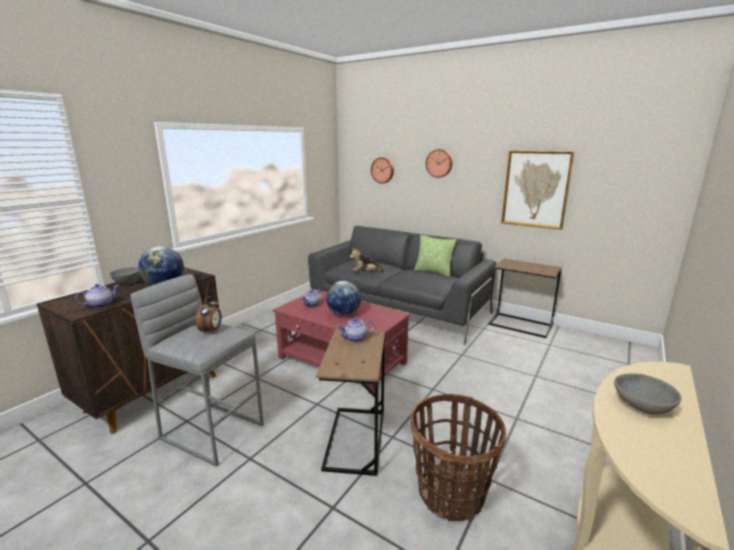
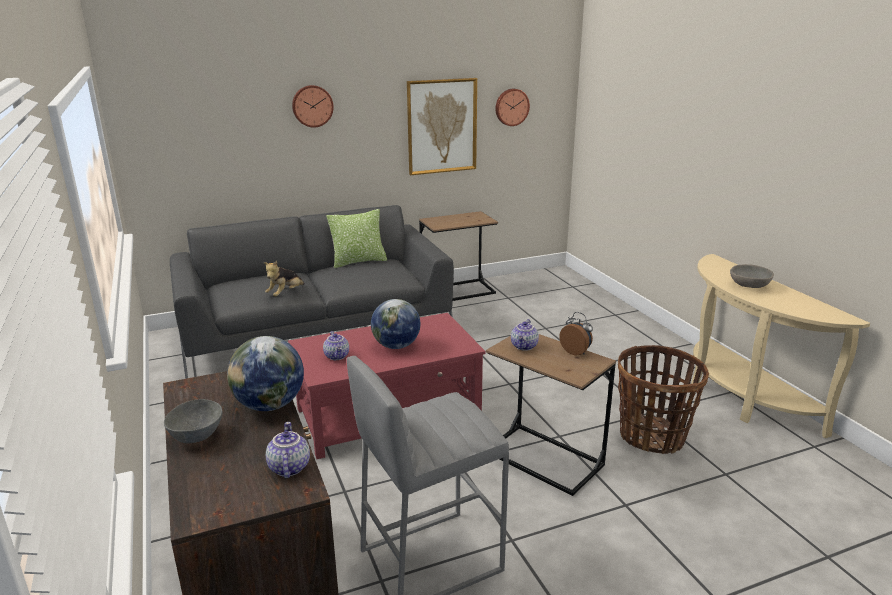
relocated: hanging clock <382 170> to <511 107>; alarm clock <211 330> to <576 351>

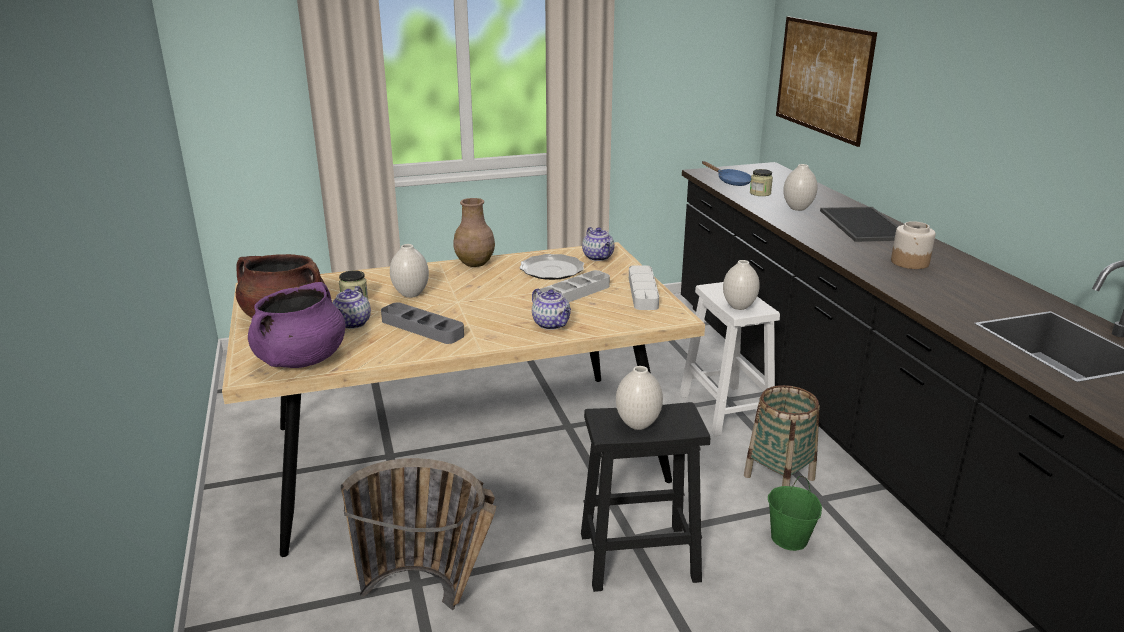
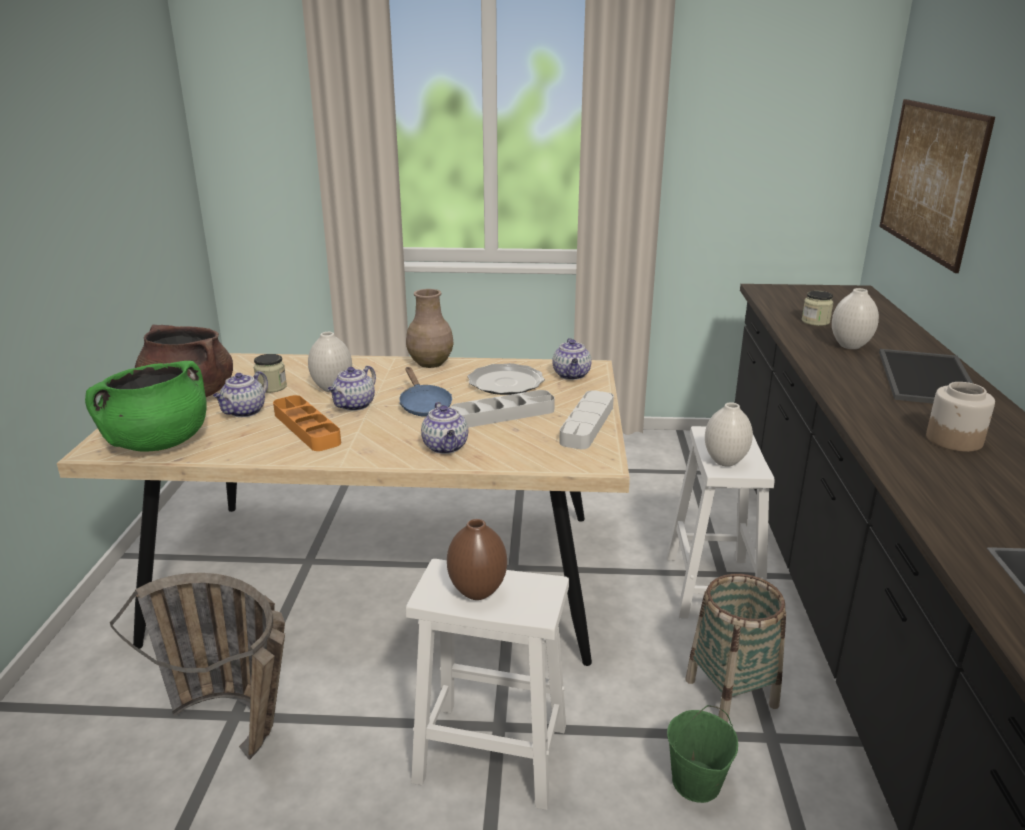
appeared: tea pot <354 405>
relocated: bluish skillet <730 181> to <424 406>
colour: purplish saucepot <301 360> to green saucepot <158 443>; gray carrying tray <422 328> to orangey carrying tray <306 428>; black stool <636 557> to white-coloured stool <488 753>; white-coloured vase <637 424> to brownish vase <477 591>

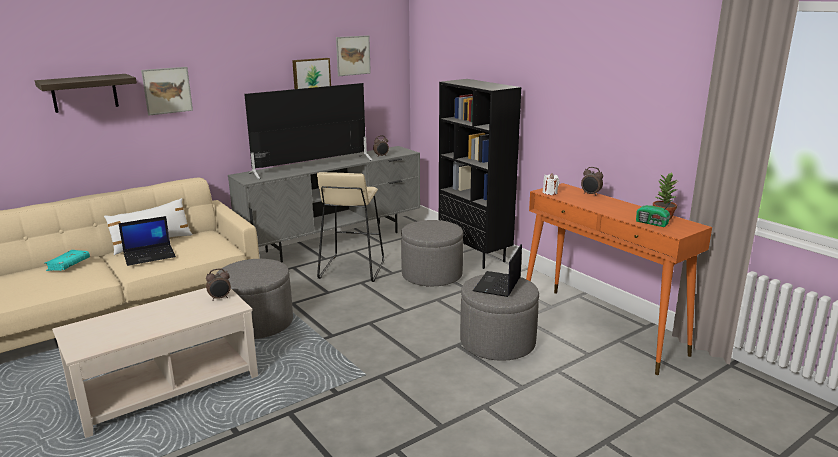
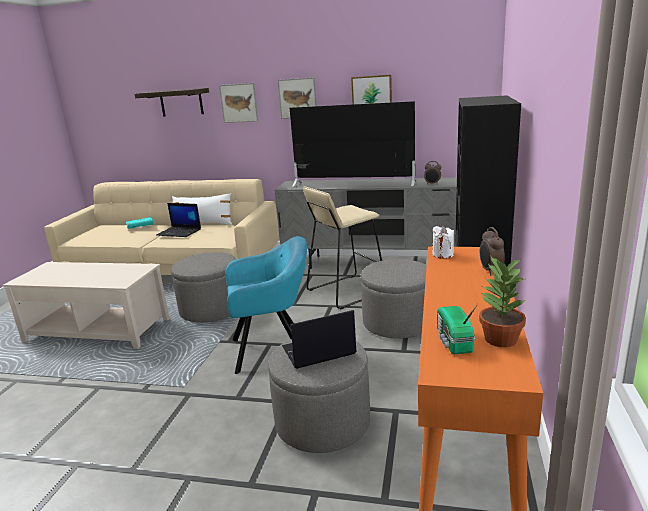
missing: alarm clock <220 298>
appeared: blue-green armchair <272 349>
relocated: wall art <353 55> to <297 98>

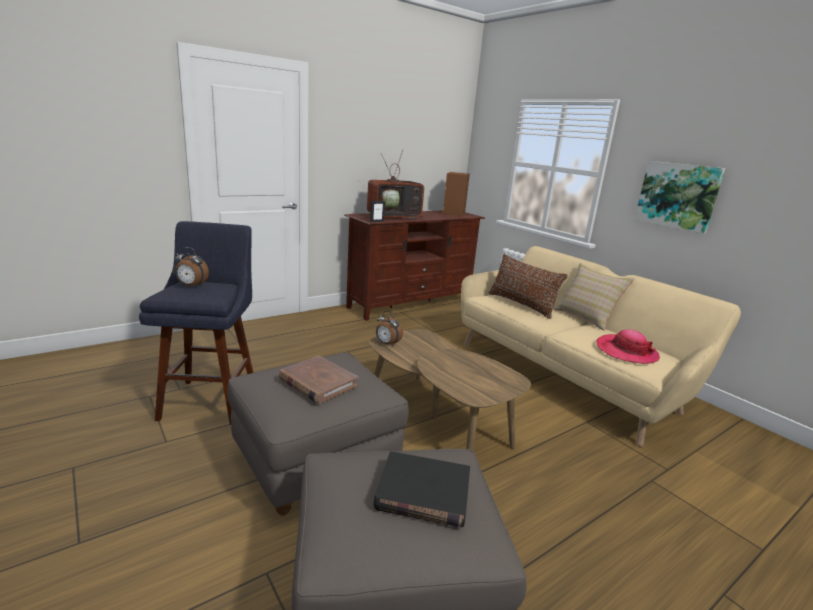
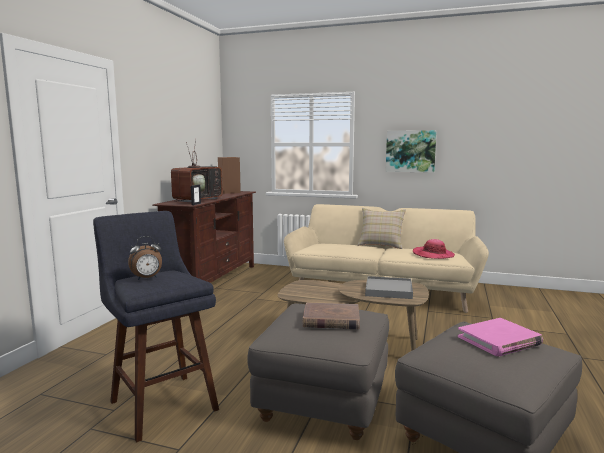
missing: alarm clock <387 344>; brownish throw pillow <521 304>
appeared: gray carrying tray <389 290>
colour: black bound book <423 493> to pink-coloured bound book <499 340>

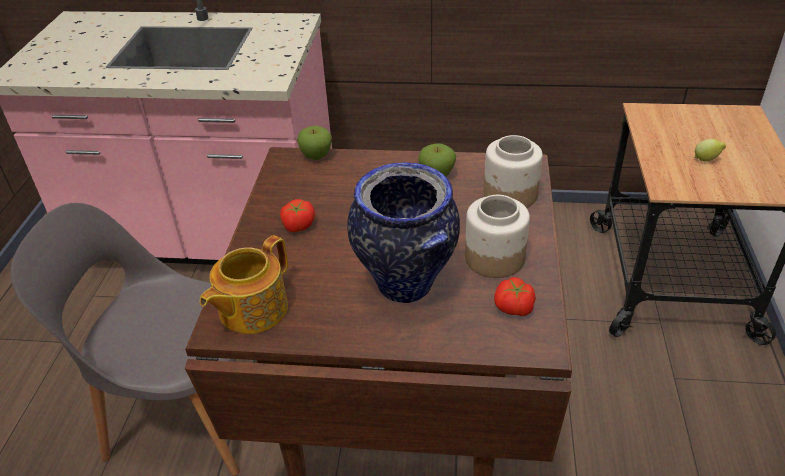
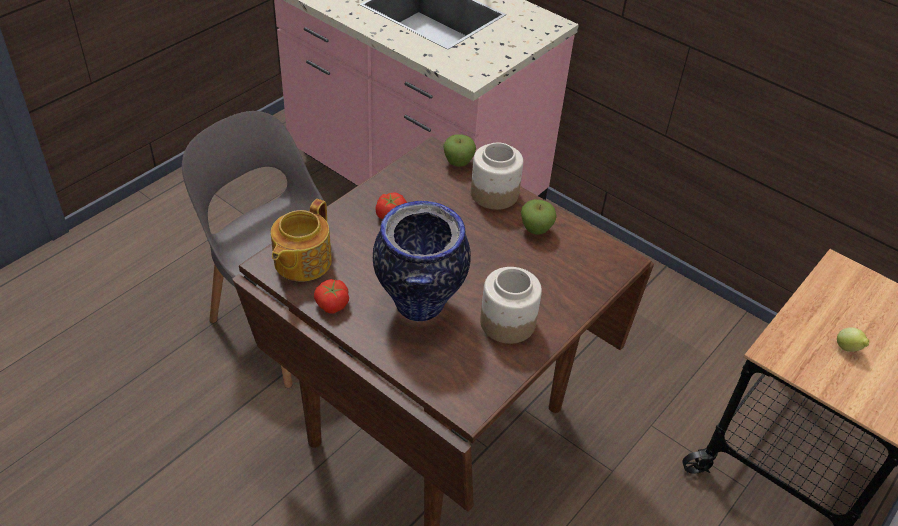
relocated: whole tomato <513 307> to <331 304>; preserve jar <510 195> to <494 194>
spun: tea pot <251 310> = <301 262> 45 degrees counterclockwise

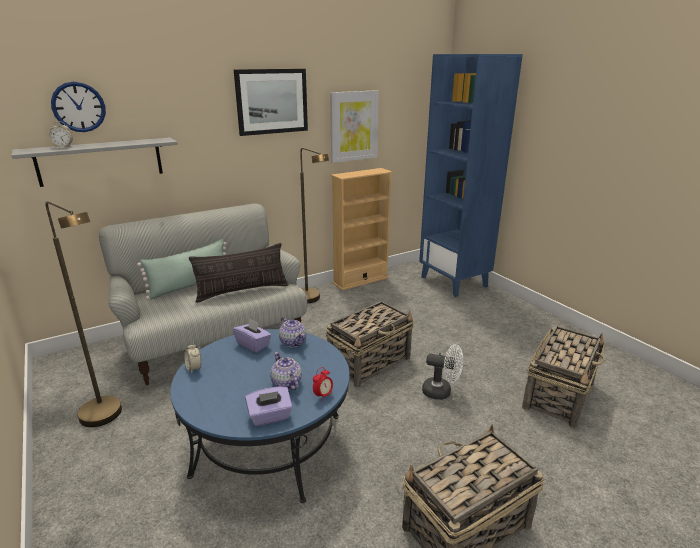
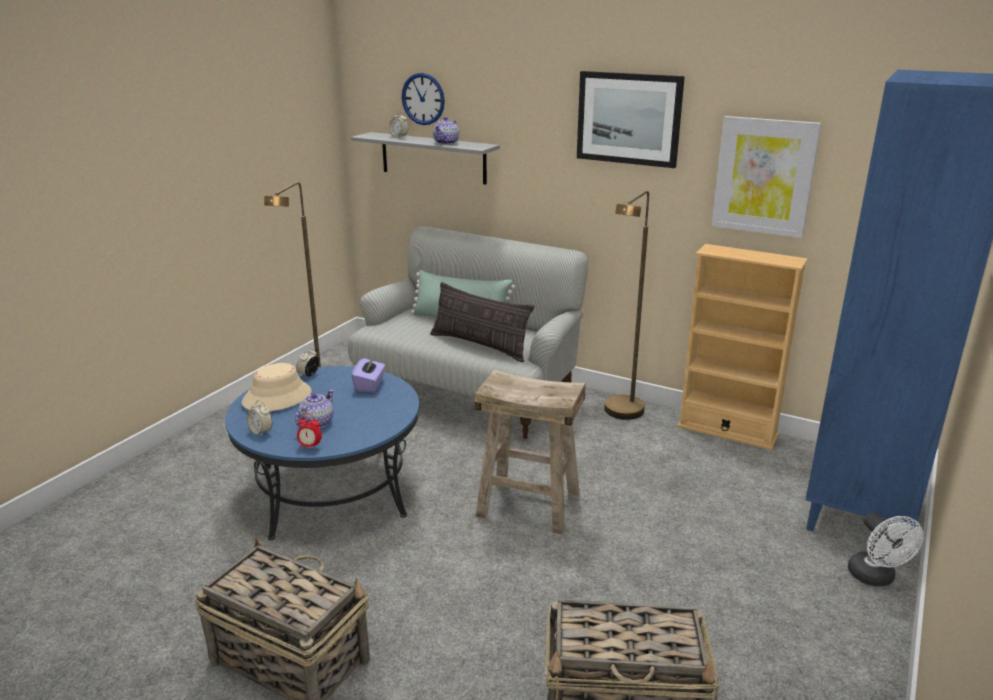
appeared: beige-coloured wearable hat <277 397>
relocated: tea pot <293 342> to <446 143>; white-coloured fan <441 392> to <875 578>
exchanged: purplish tissue holder <270 416> to alarm clock <261 432>; household basket <370 362> to beige-coloured stool <529 505>

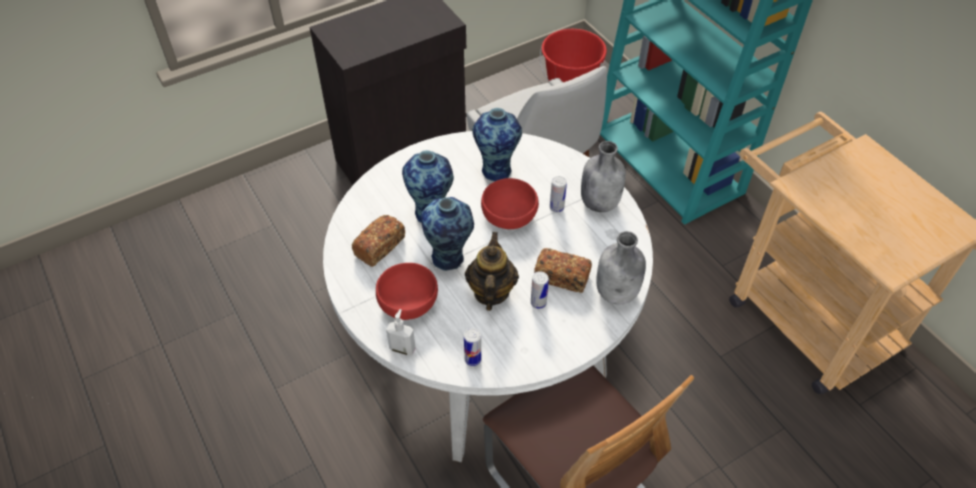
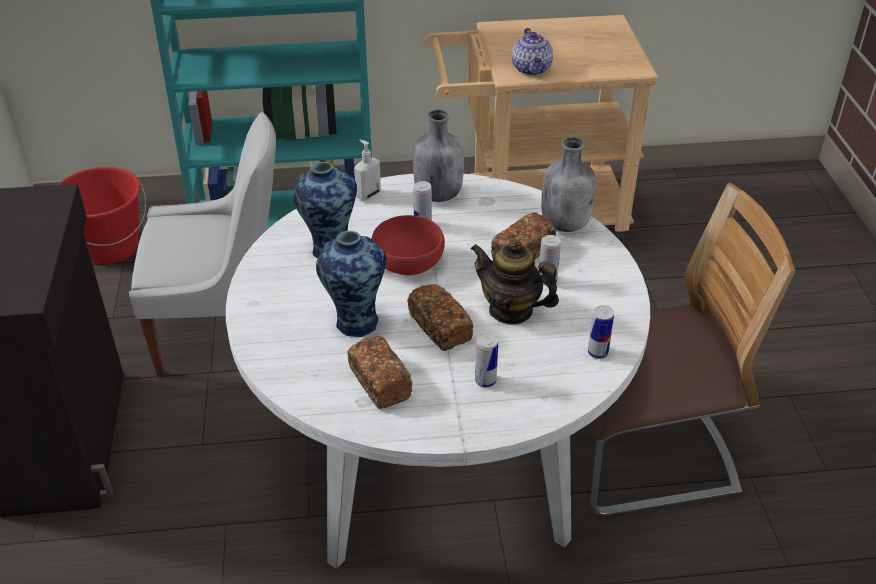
appeared: tea pot <531 69>
relocated: soap dispenser <402 348> to <368 194>
exchanged: vase <449 258> to bakery bread <440 328>; reddish serving bowl <409 302> to sealed can <485 381>

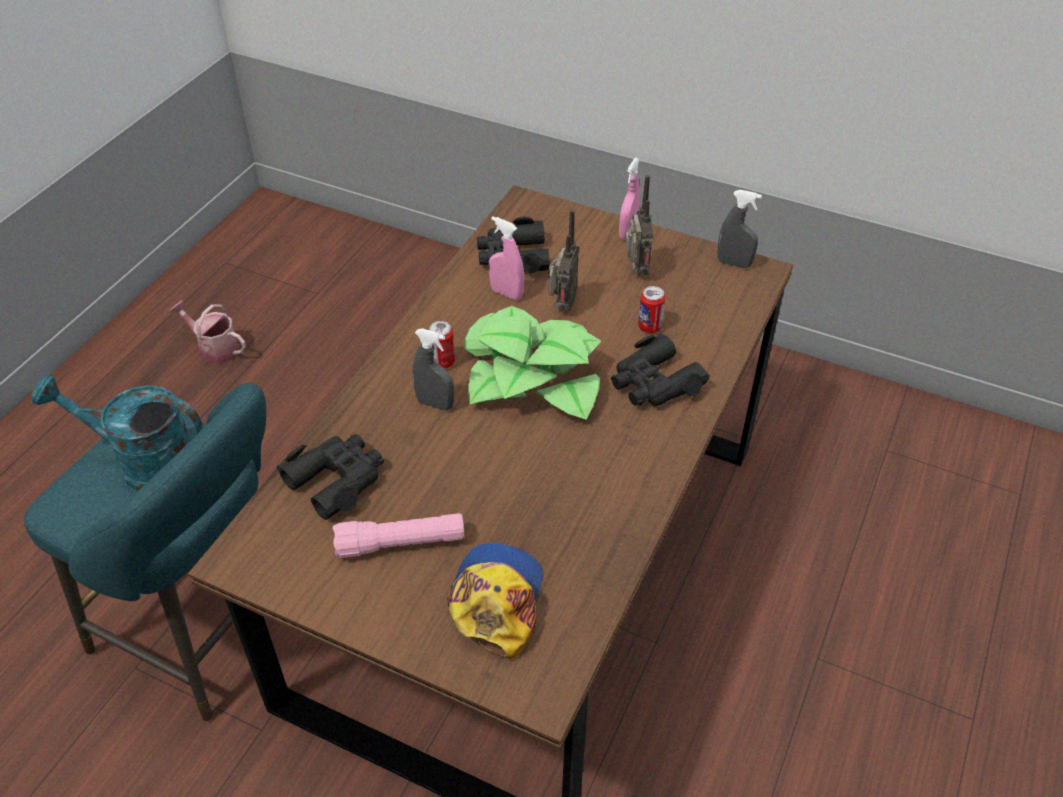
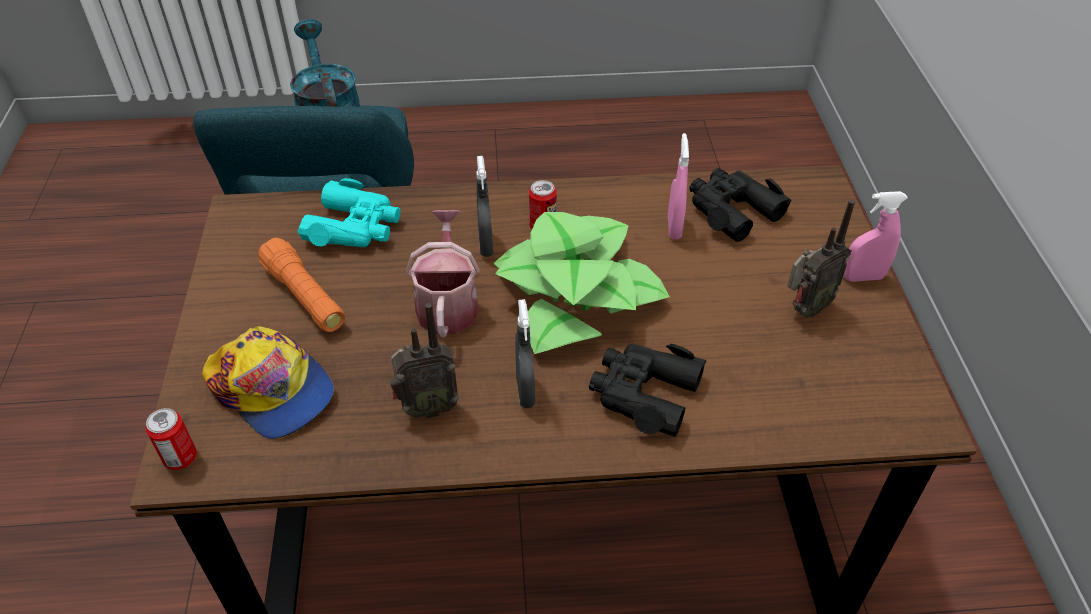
relocated: sealed can <649 327> to <180 458>; radio receiver <561 306> to <427 407>; watering pot <215 348> to <447 303>; gray sprayer <734 263> to <525 392>
colour: pink-coloured torch <401 544> to orangey torch <305 297>; black binoculars <337 479> to blue-green binoculars <354 227>
spun: cap <497 601> = <272 389> 60 degrees clockwise

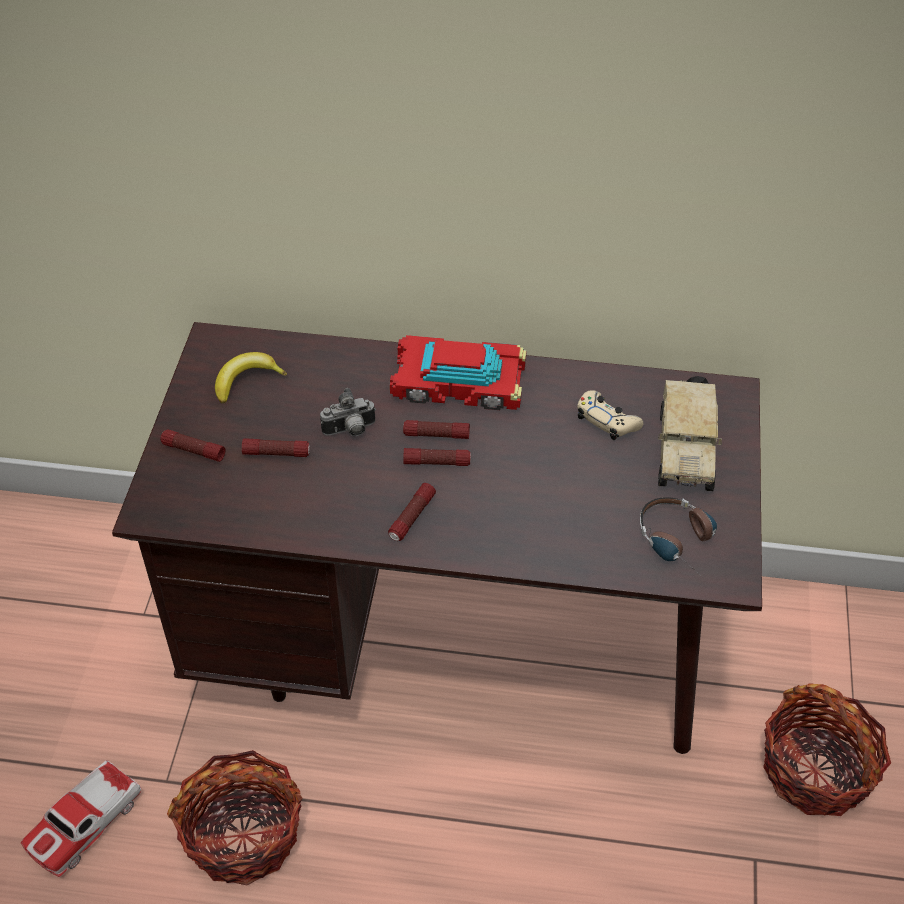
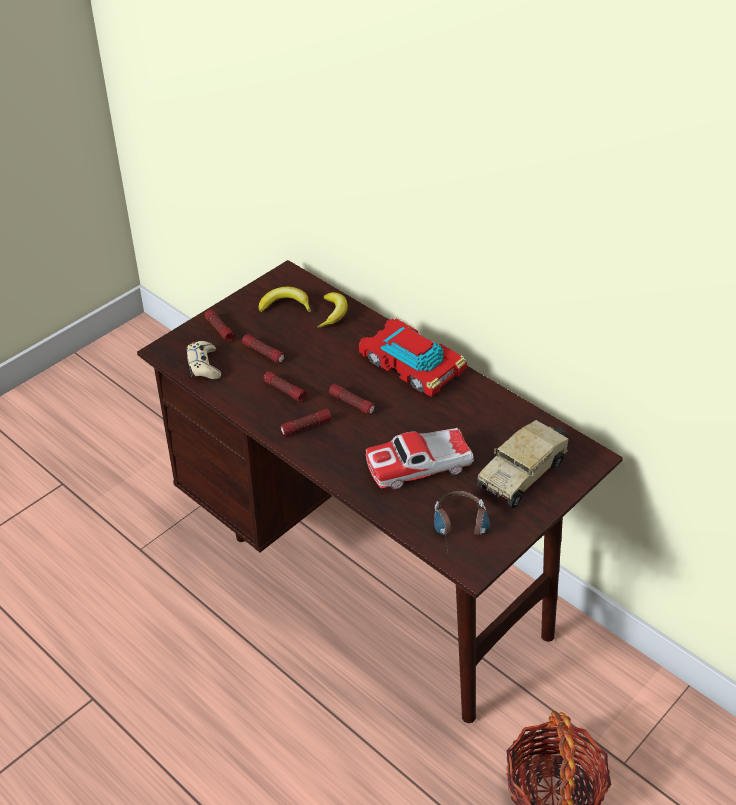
missing: household basket <243 834>; photo camera <350 431>
appeared: banana fruit <333 313>
relocated: beige-coloured joypad <607 421> to <204 365>; torch <436 435> to <284 390>; model car <85 822> to <419 465>

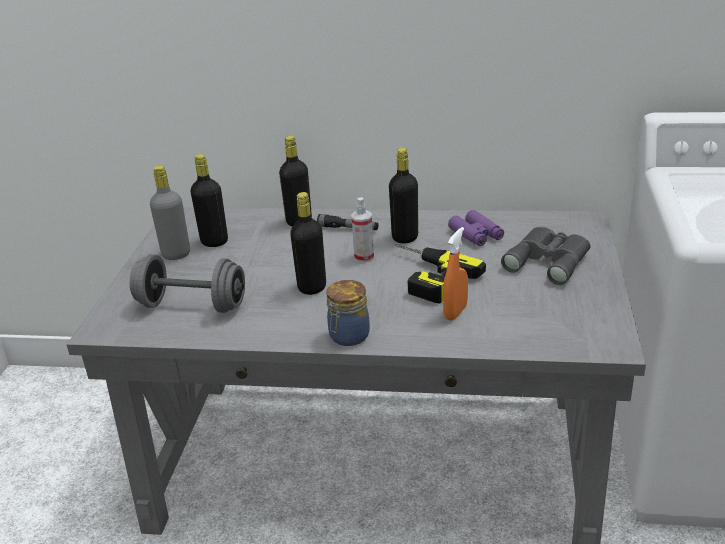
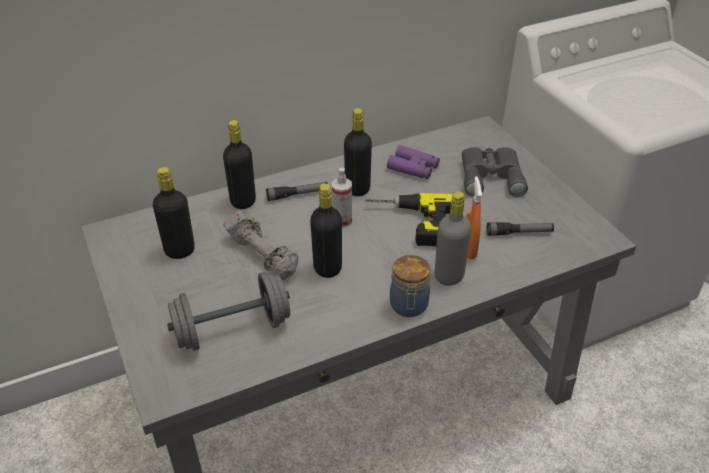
appeared: gray dumbbell <263 256>; torch <519 233>
relocated: gray beverage bottle <176 254> to <449 276>

